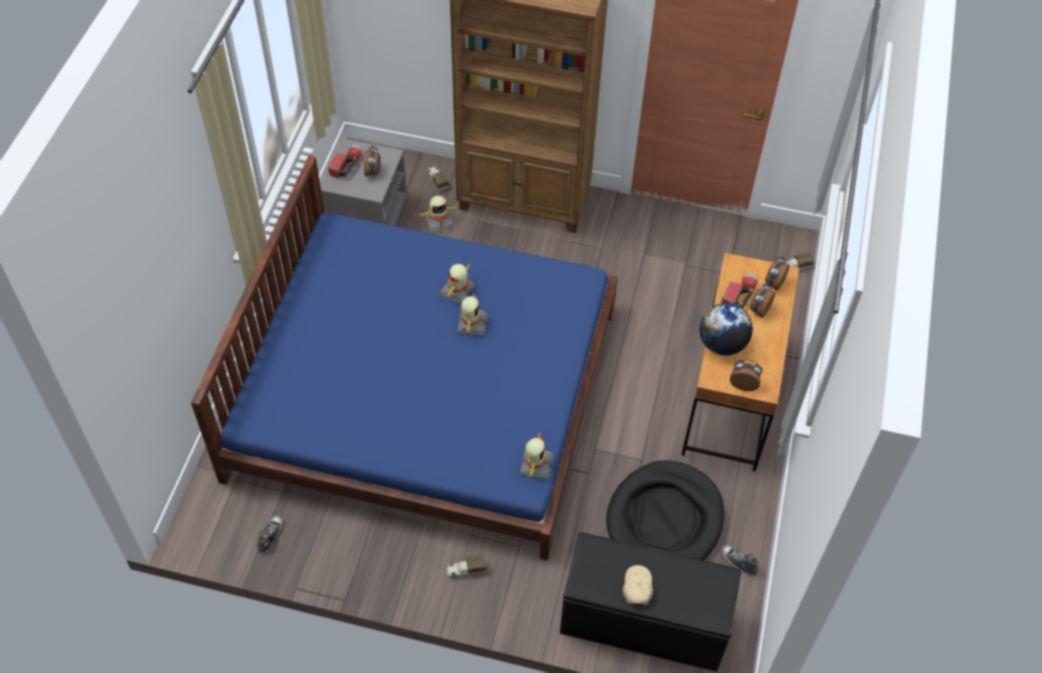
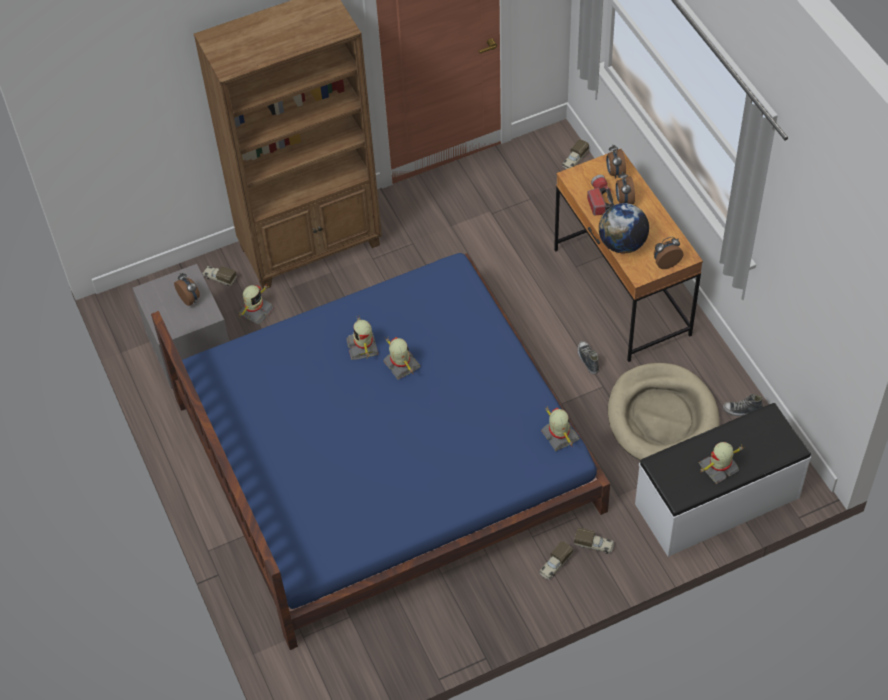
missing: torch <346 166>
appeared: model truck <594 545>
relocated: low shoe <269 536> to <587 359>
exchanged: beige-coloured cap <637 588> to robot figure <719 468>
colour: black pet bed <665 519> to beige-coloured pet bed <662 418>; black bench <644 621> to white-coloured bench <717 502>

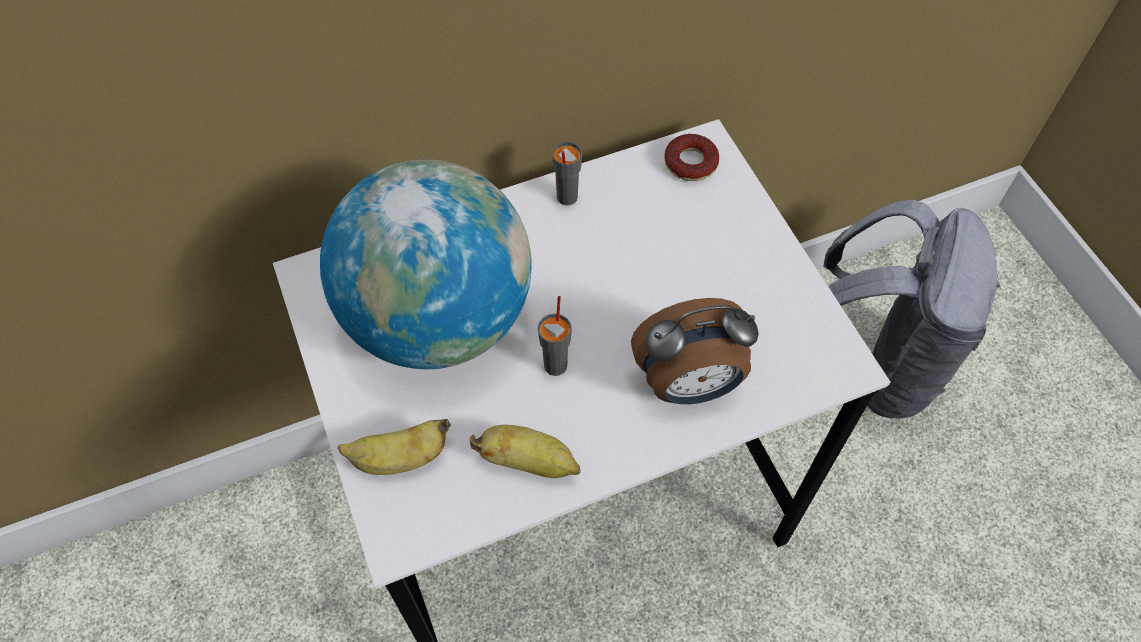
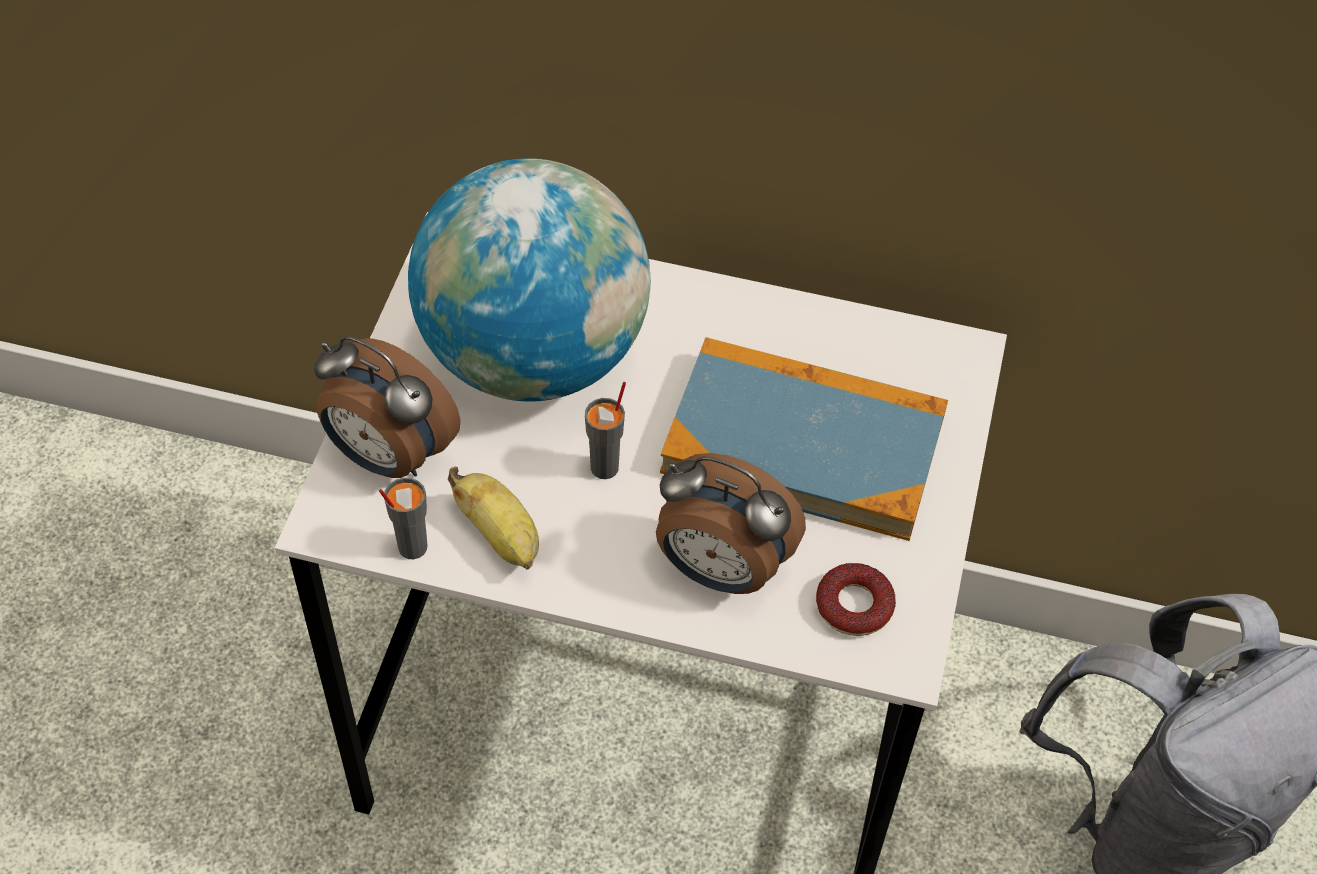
appeared: bound book <803 444>
relocated: gray cup <566 197> to <411 547>; donut <690 163> to <854 605>
exchanged: banana fruit <399 458> to alarm clock <388 456>

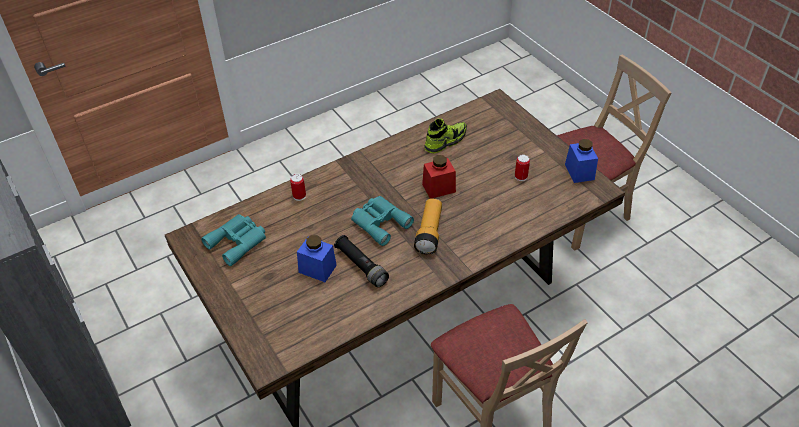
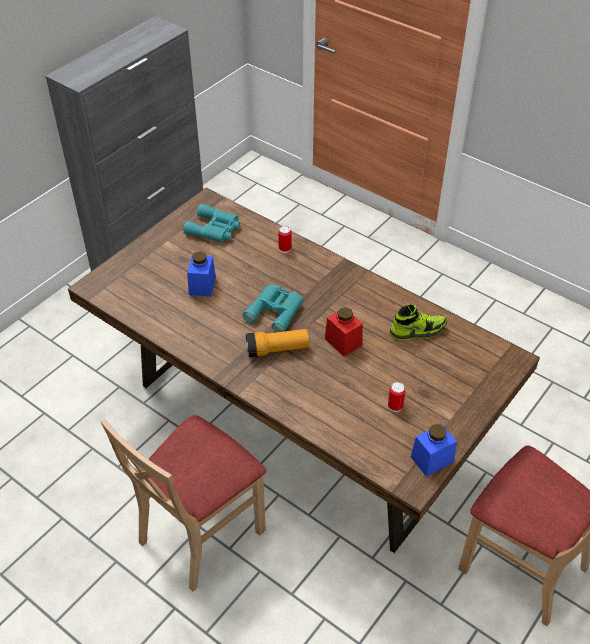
missing: black torch <361 266>
spun: low shoe <445 141> = <417 330> 45 degrees counterclockwise

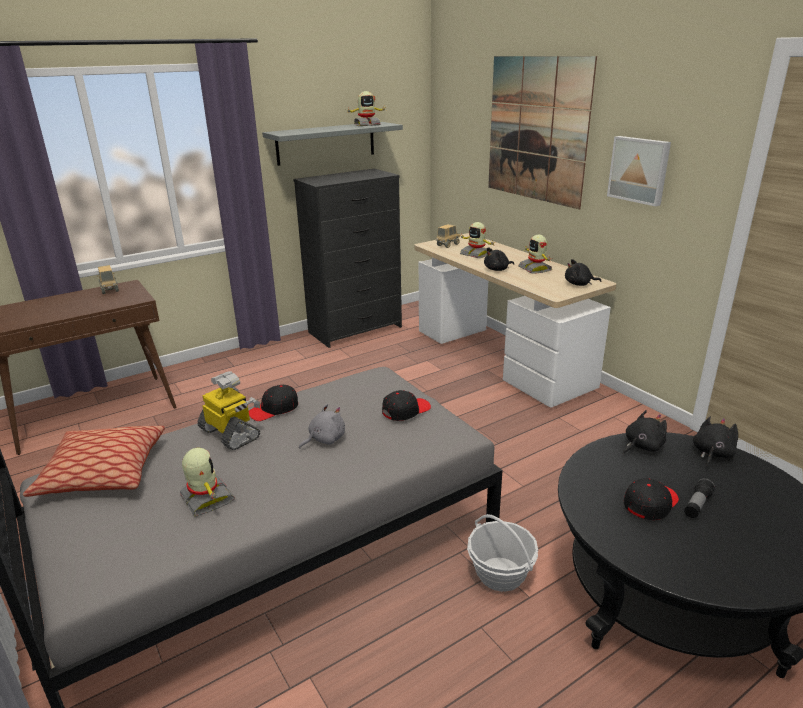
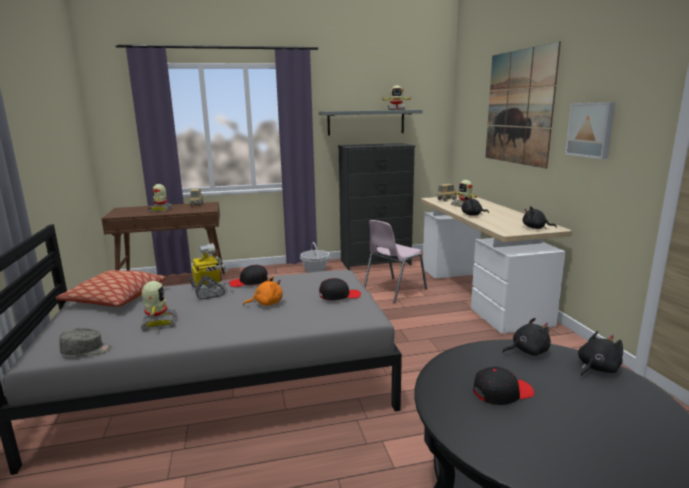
missing: torch <697 505>
appeared: gray cap <87 351>; pink-coloured upright chair <393 290>
relocated: robot figure <535 269> to <161 209>; household basket <500 574> to <315 270>
colour: gray cuddly toy <324 439> to orangey cuddly toy <266 303>

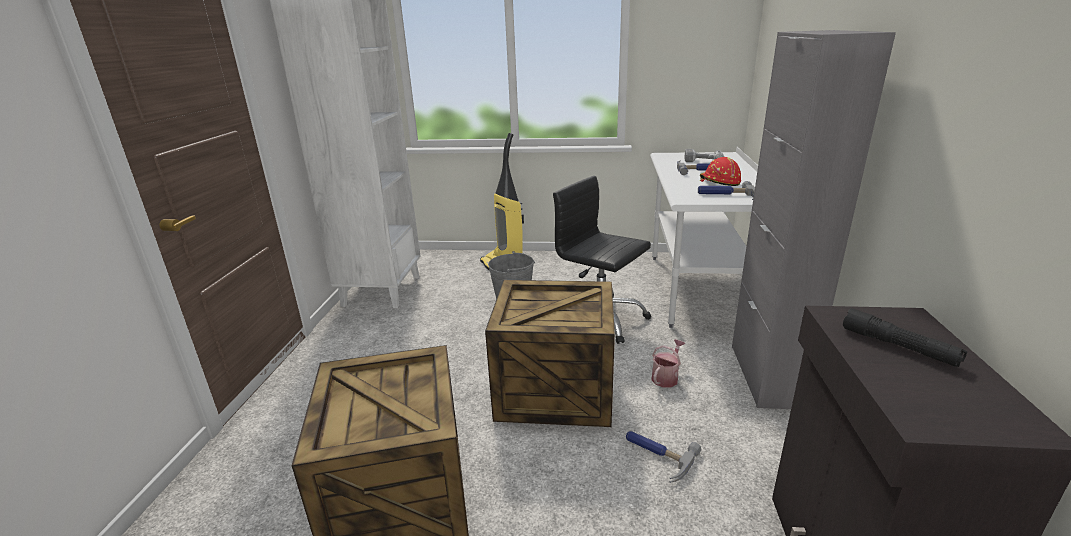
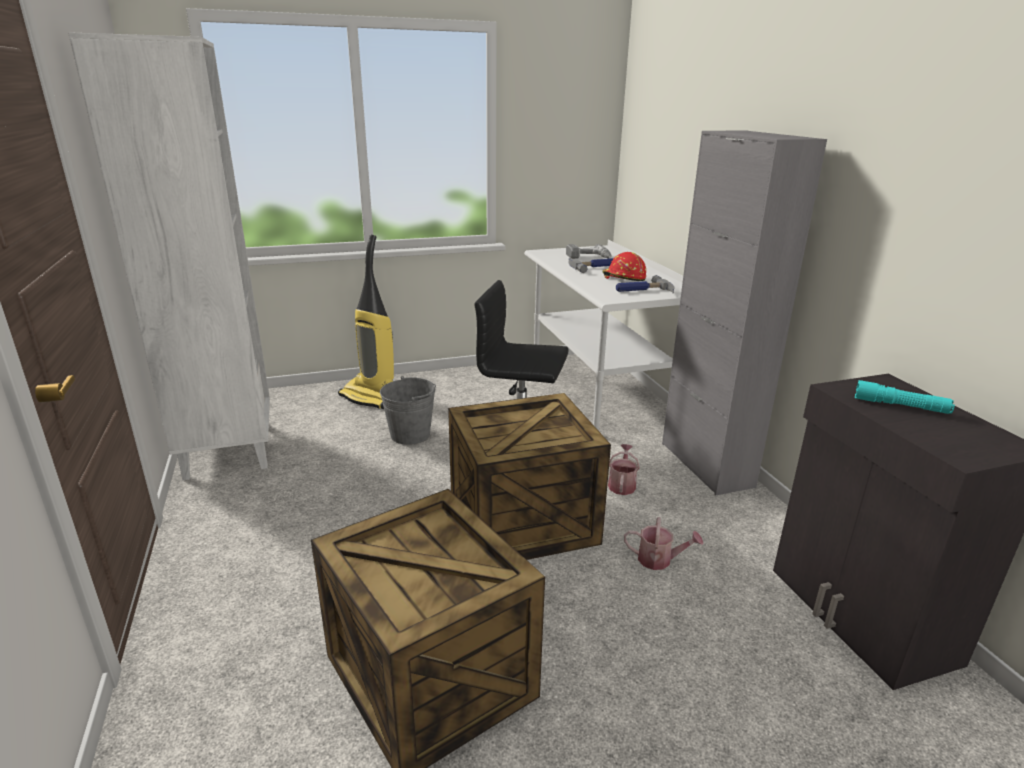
exchanged: hammer <656 455> to watering pot <659 560>
colour: black torch <898 347> to blue-green torch <901 406>

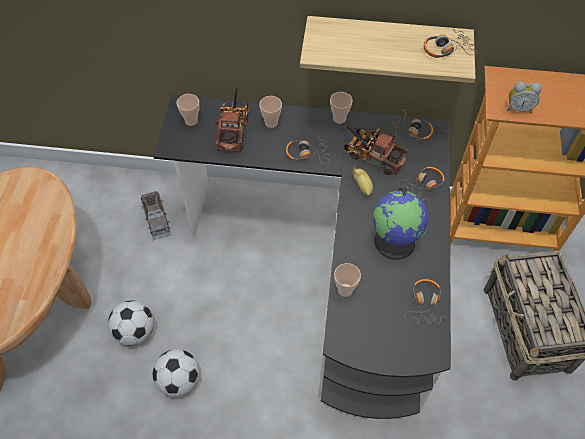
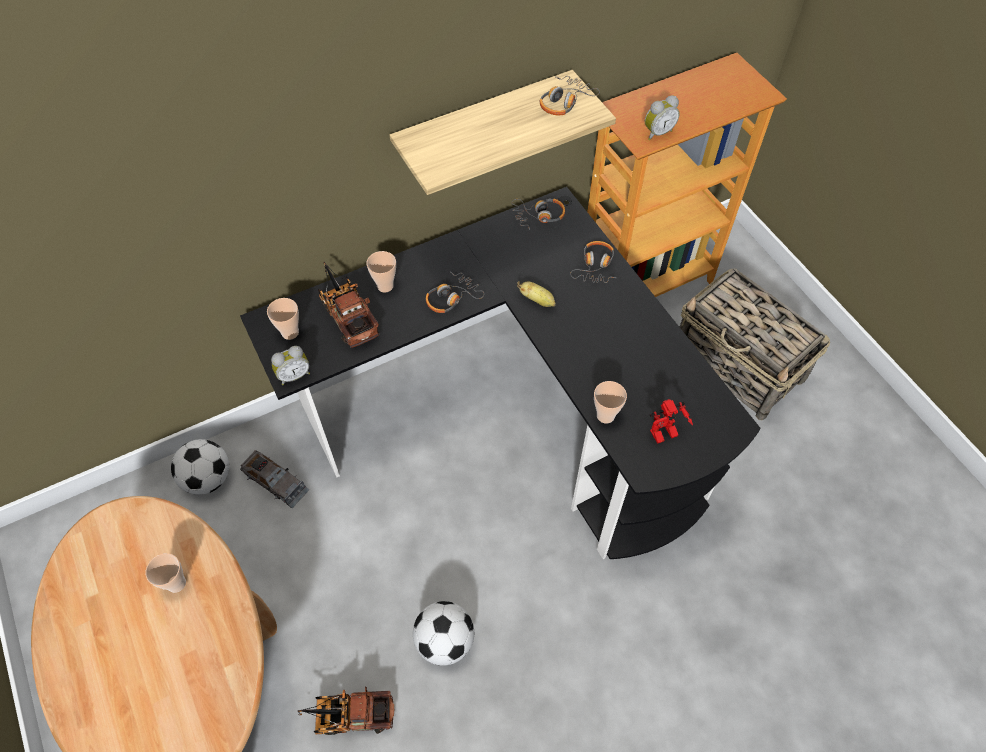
missing: globe <395 241>; pair of headphones <424 304>
appeared: alarm clock <294 375>; robot figure <663 436>
relocated: cup <339 119> to <176 583>; football <135 331> to <208 478>; model truck <370 155> to <349 715>

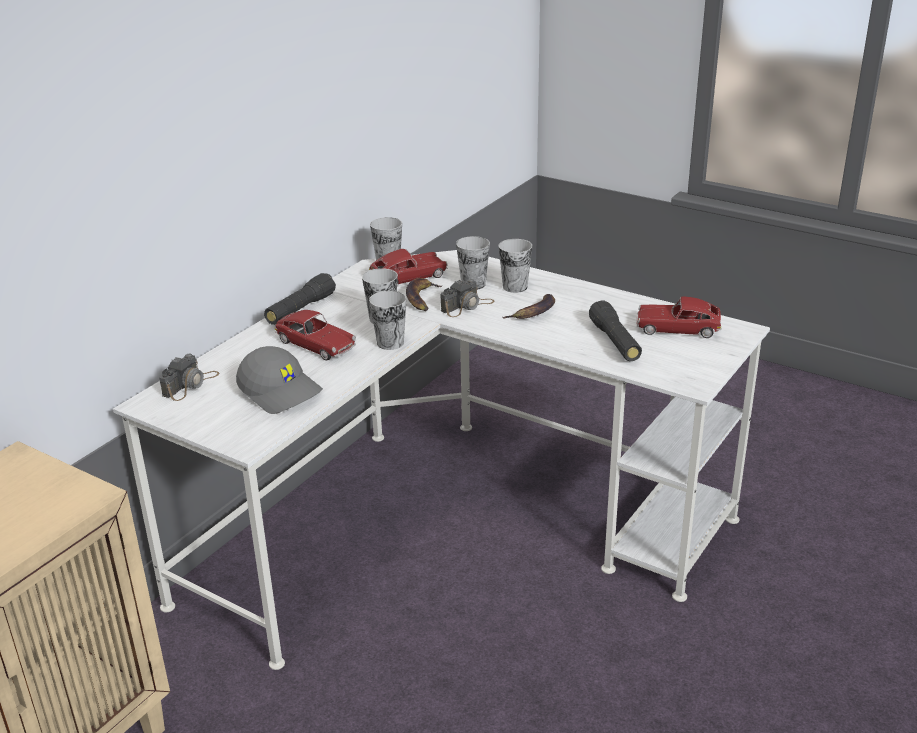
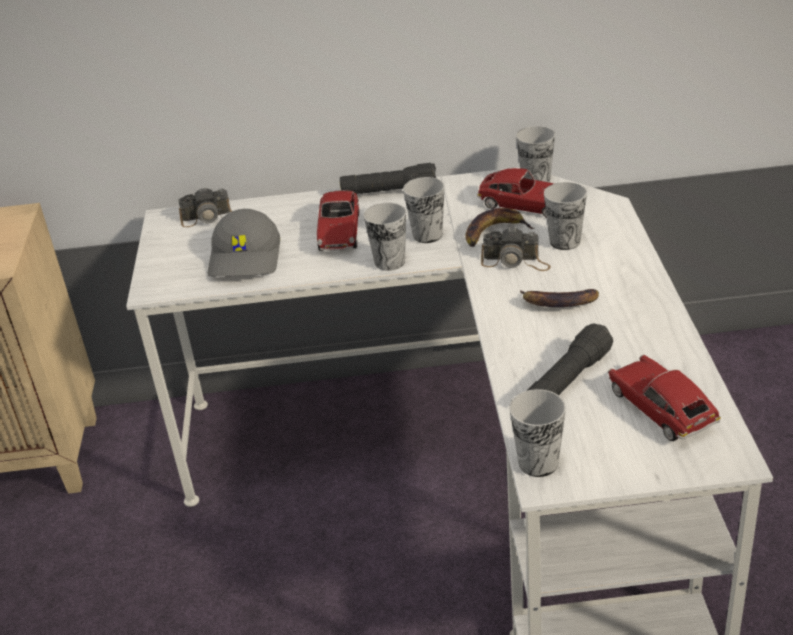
relocated: cup <515 287> to <538 463>

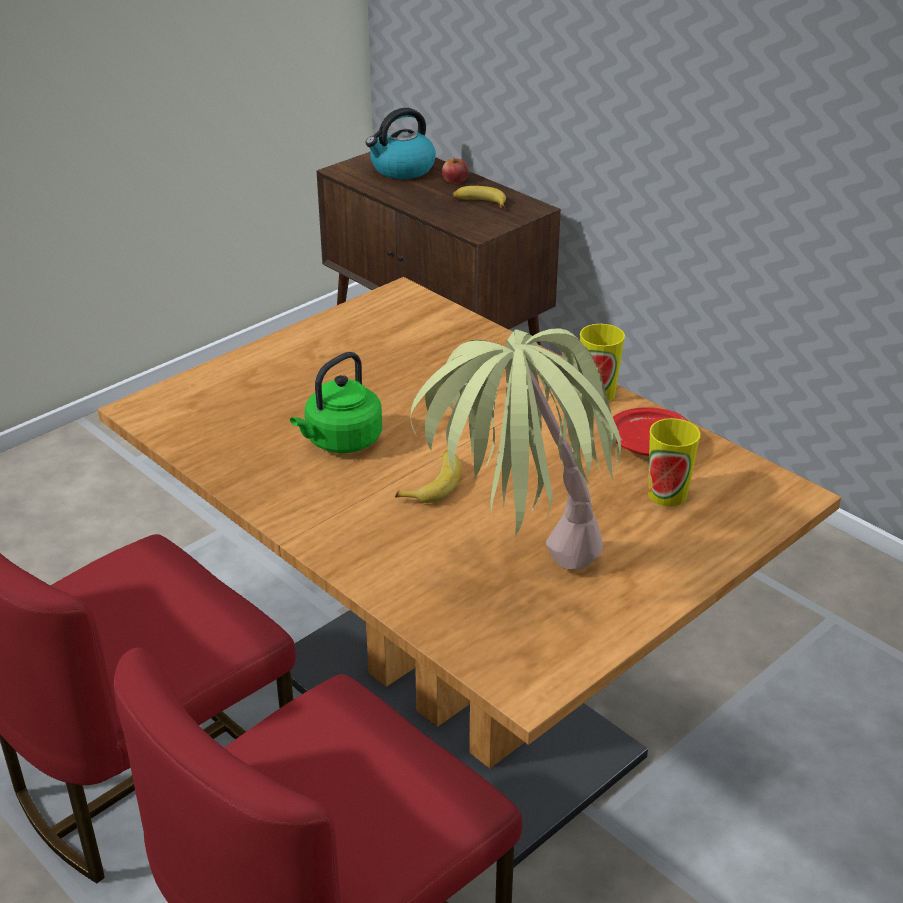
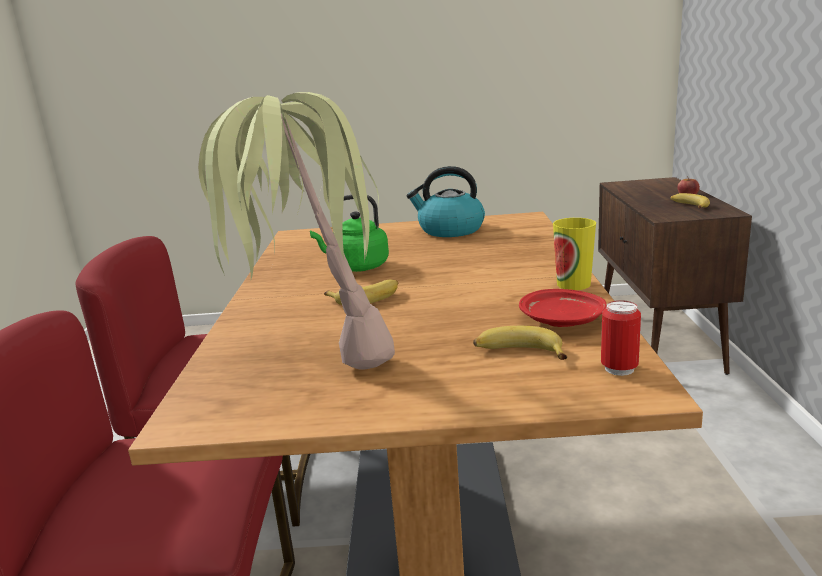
appeared: sealed can <619 369>
relocated: kettle <402 169> to <450 230>
exchanged: cup <667 494> to banana fruit <519 352>

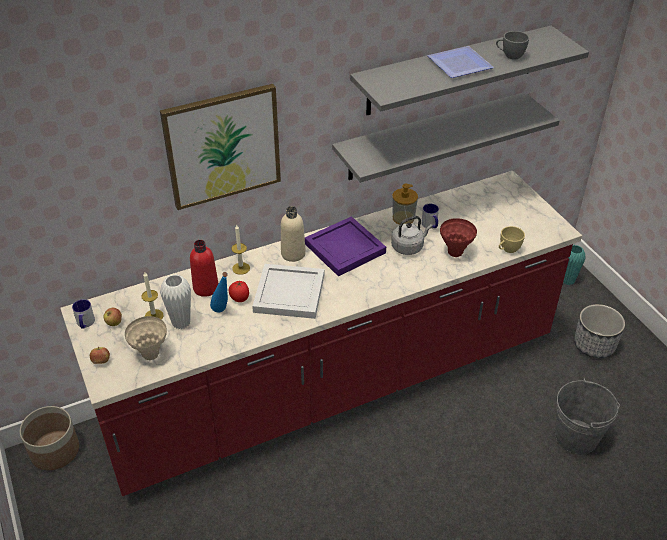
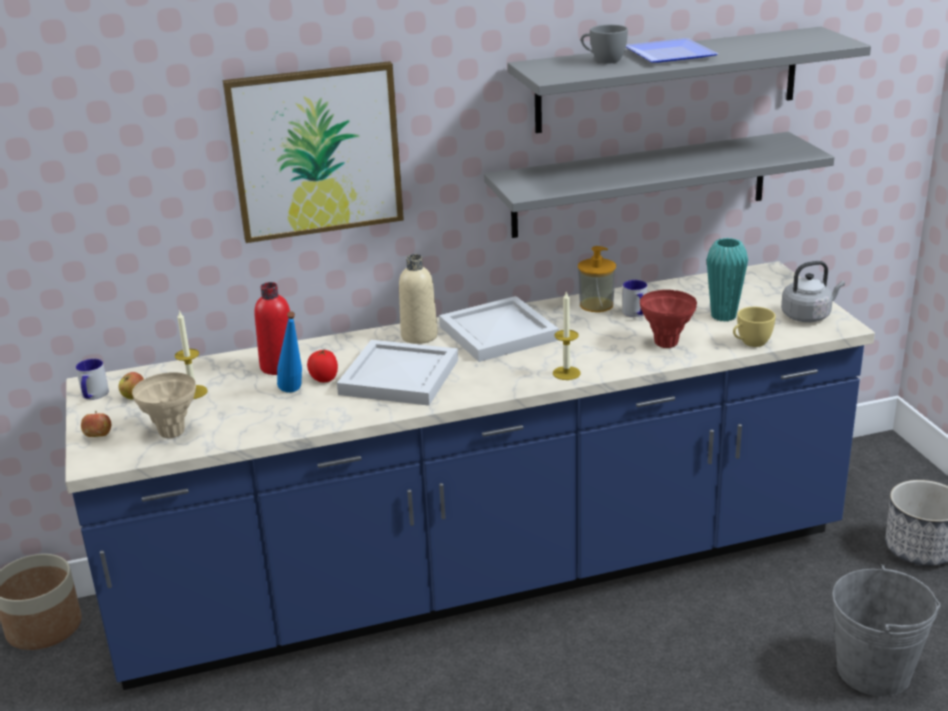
missing: white-coloured vase <181 323>
relocated: wax candle <241 268> to <566 373>; gray cup <510 56> to <603 60>; blue-green vase <568 280> to <723 316>; gray kettle <409 247> to <808 316>
colour: reddish kitchen base unit <333 384> to bluish kitchen base unit <483 573>; purplish carrying tray <343 248> to white-coloured carrying tray <496 333>

